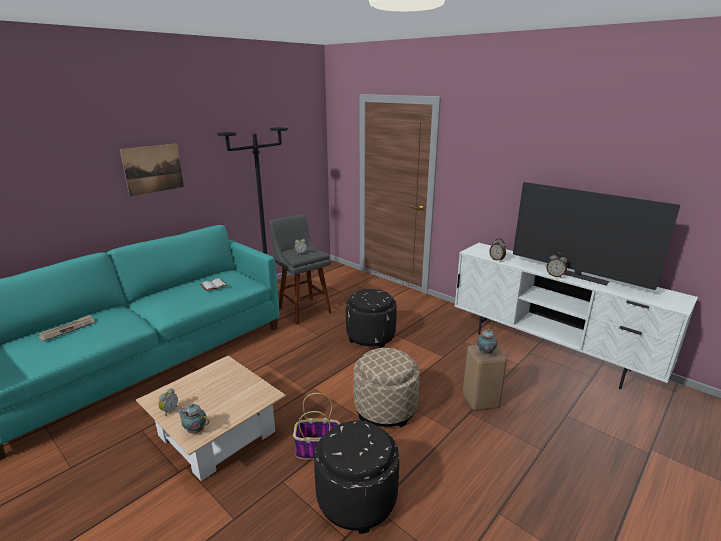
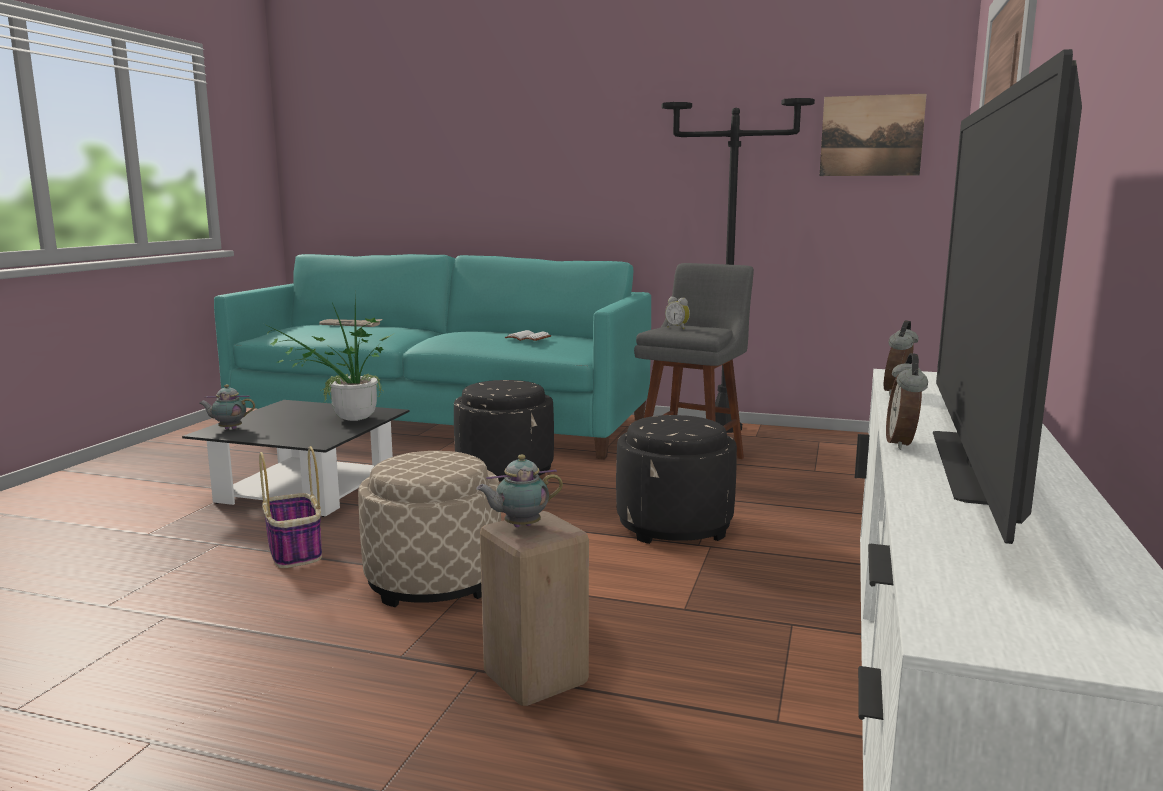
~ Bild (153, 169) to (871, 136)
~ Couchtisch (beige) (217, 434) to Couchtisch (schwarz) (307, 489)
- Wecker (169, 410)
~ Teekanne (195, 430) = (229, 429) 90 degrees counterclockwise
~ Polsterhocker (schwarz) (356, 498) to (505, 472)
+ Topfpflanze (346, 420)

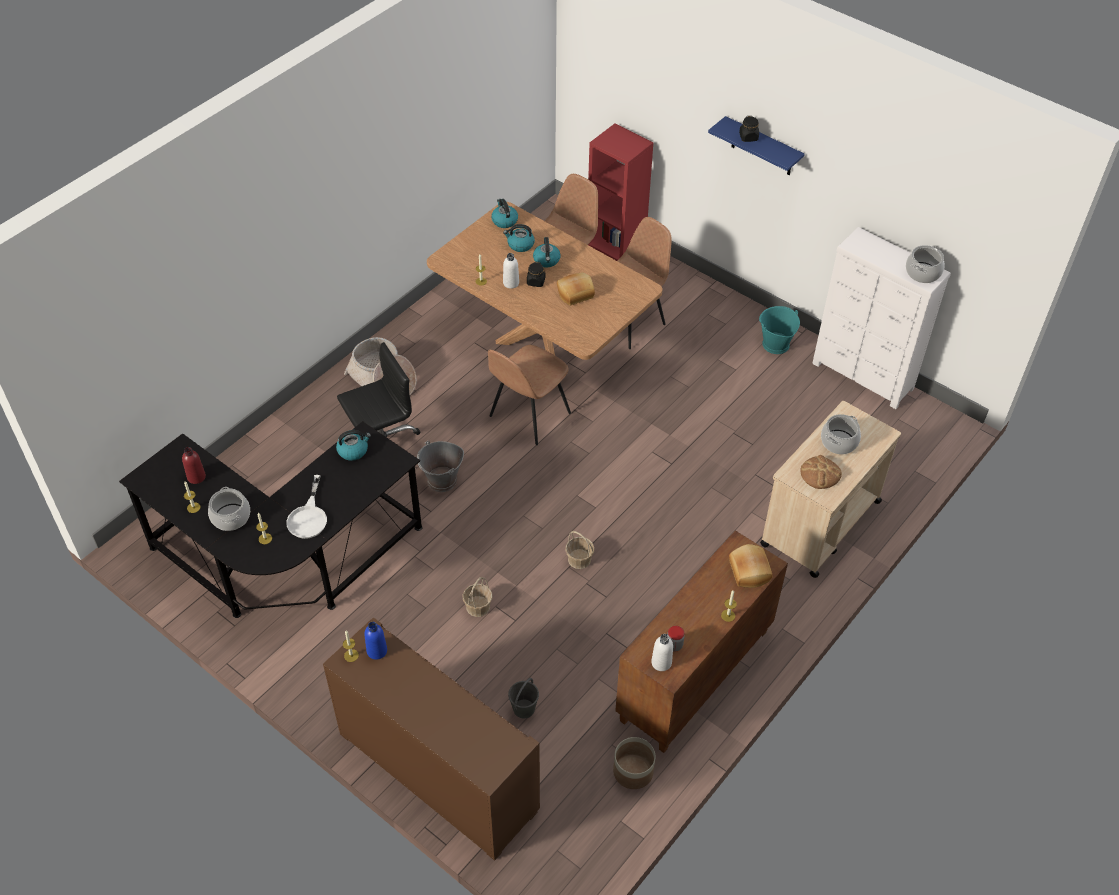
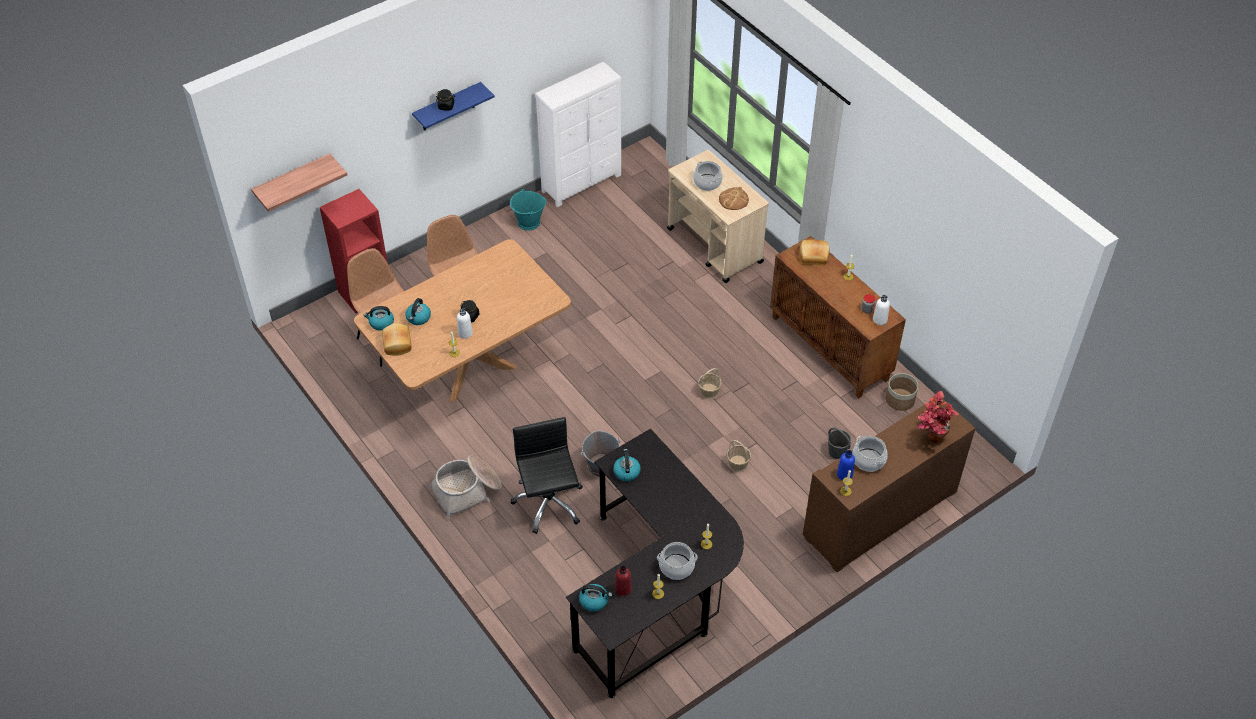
- Pfanne (weiß) (309, 517)
- Stuhl (braun) (528, 416)
~ Wasserkessel (547, 260) to (594, 601)
~ Brot (575, 293) to (396, 344)
~ Kochtopf (923, 273) to (869, 460)
+ Wandregal (293, 181)
+ Topfpflanze (929, 439)

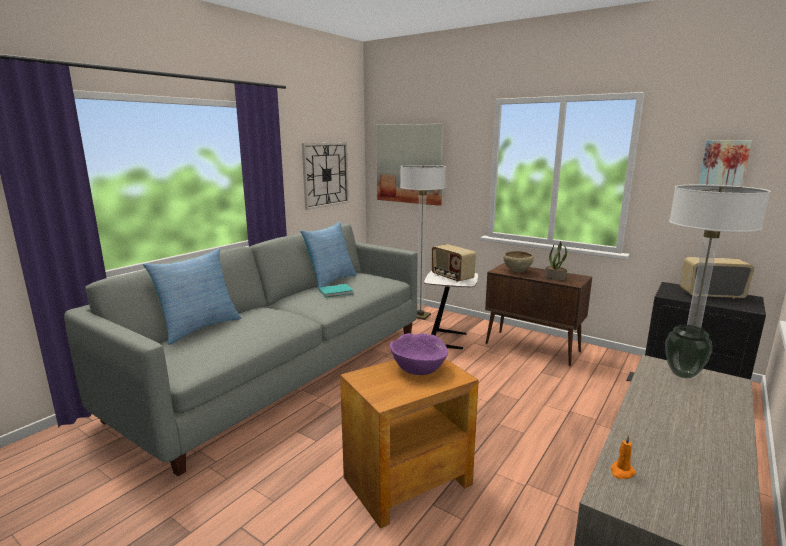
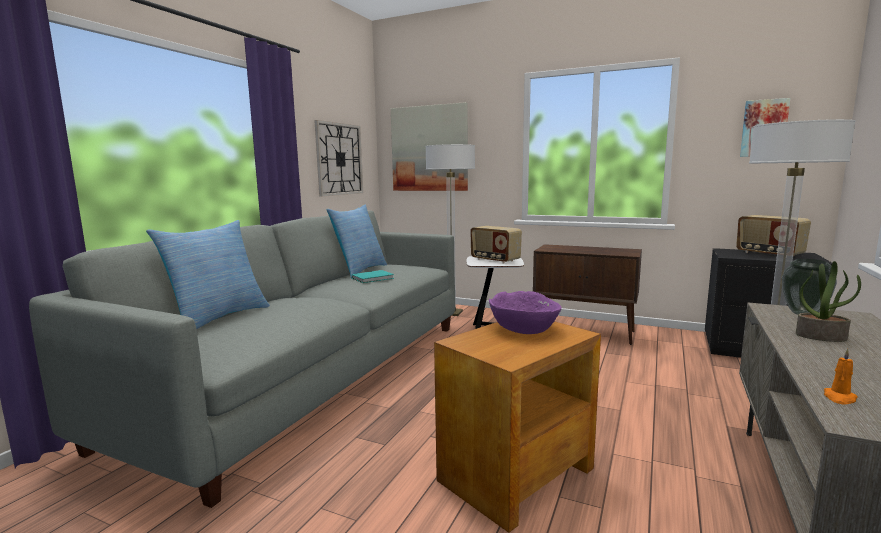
- Schüssel (braun) (517, 271)
~ Topfpflanze (555, 278) to (821, 336)
~ Radio (711, 295) = (768, 254) 120 degrees counterclockwise

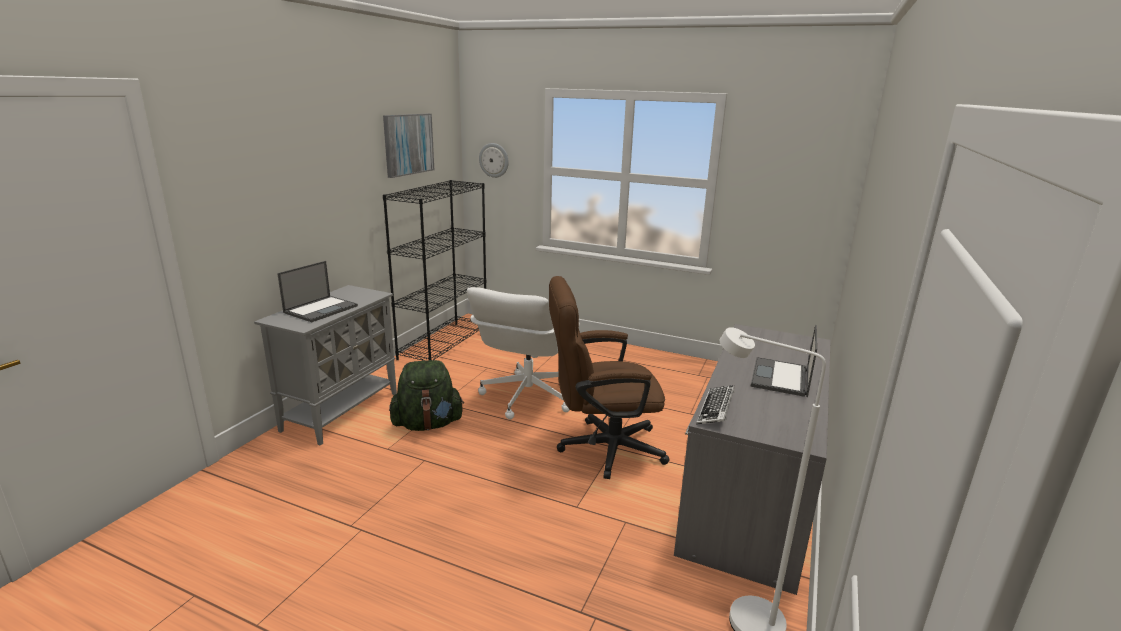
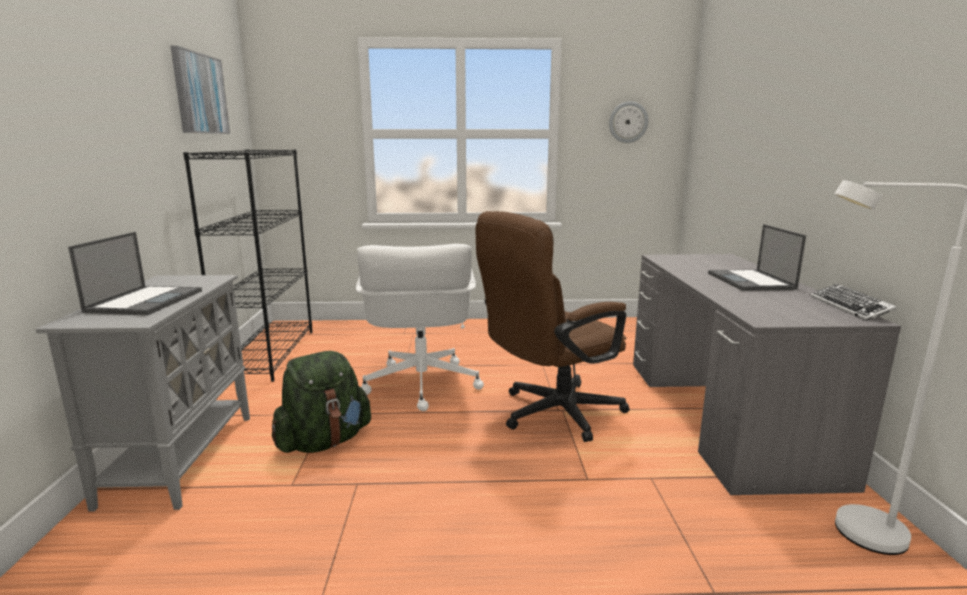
~ Wanduhr (494, 160) to (628, 122)
~ Tastatur (716, 409) to (850, 307)

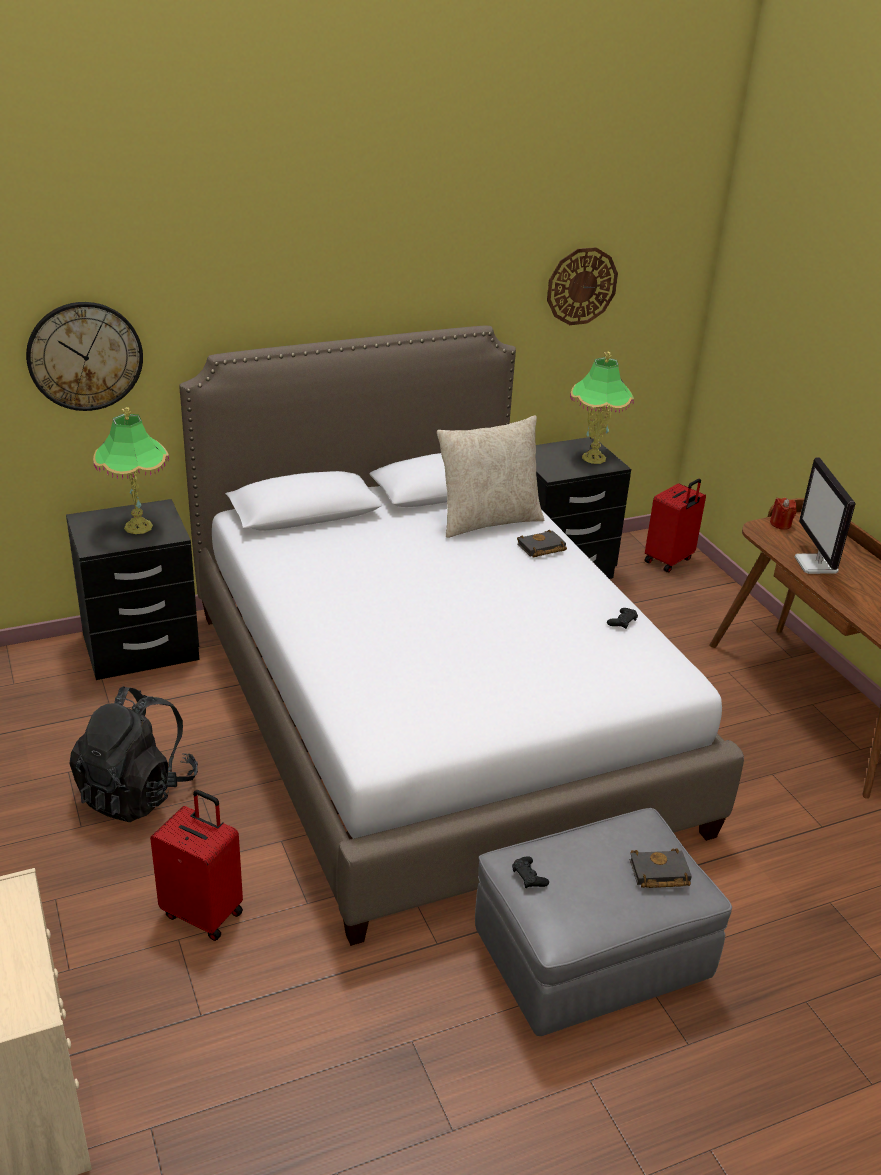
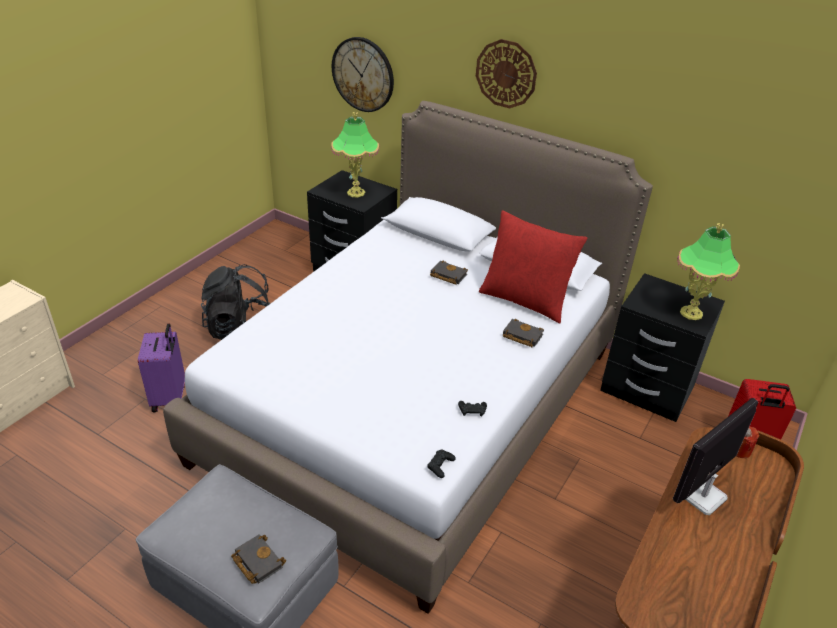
~ Koffer (rot) (204, 912) to Koffer (lila) (170, 397)
~ Kissen (beige) (488, 521) to Kissen (rot) (525, 300)
~ Gamepad (schwarz) (529, 876) to (440, 466)
~ Wanduhr (581, 286) to (506, 74)
+ Buch (schwarz) (447, 275)

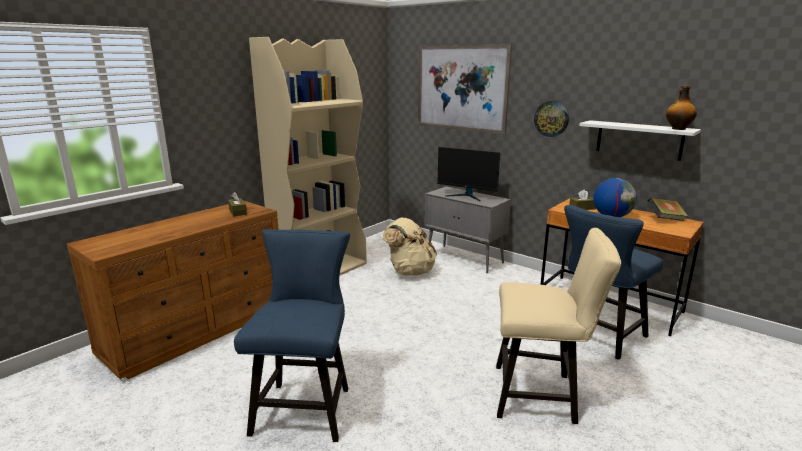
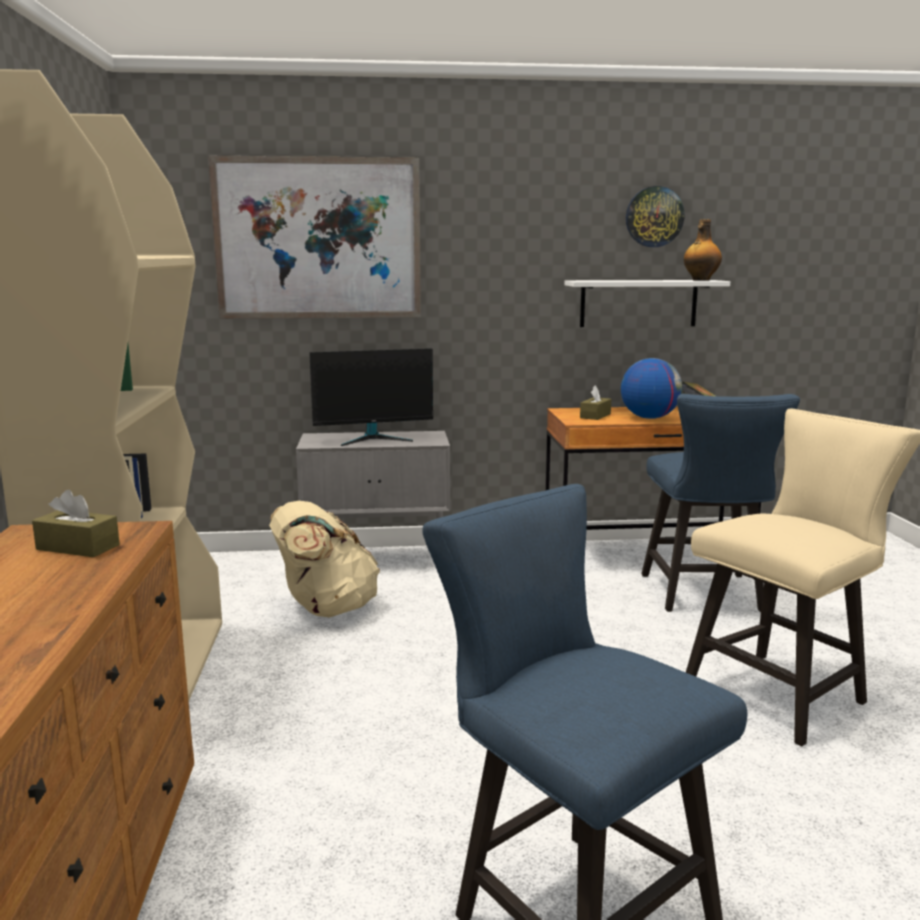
~ Wanduhr (551, 118) to (654, 217)

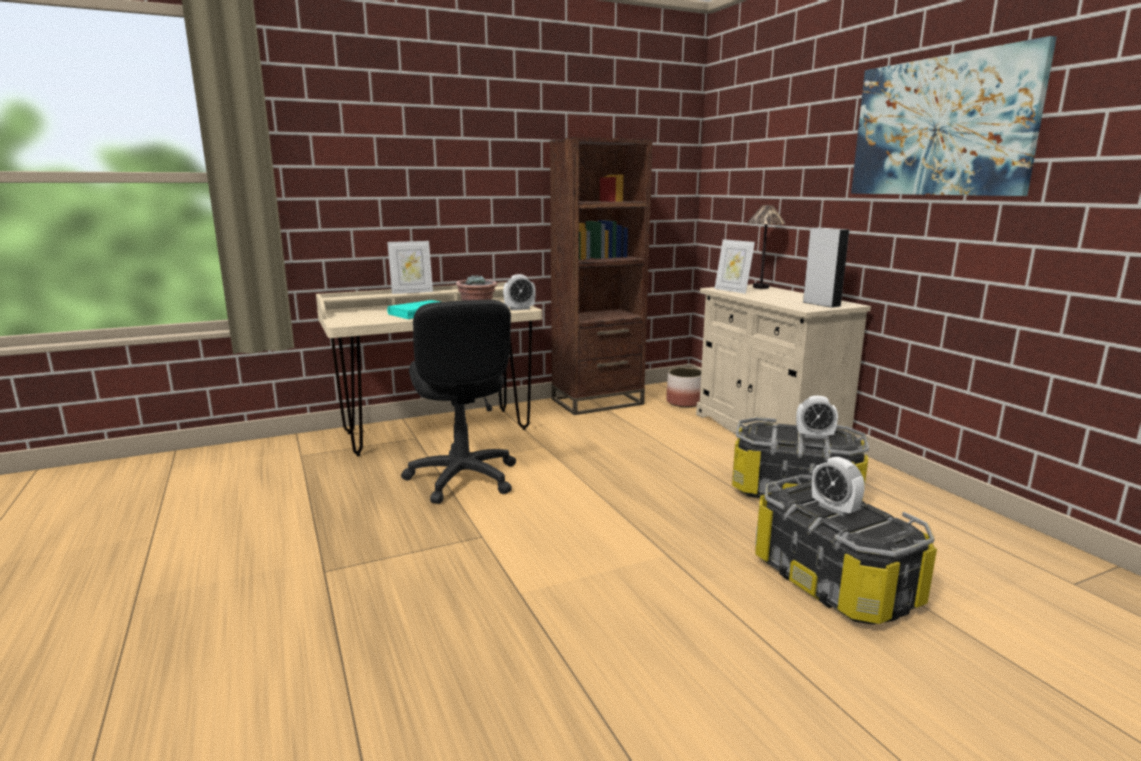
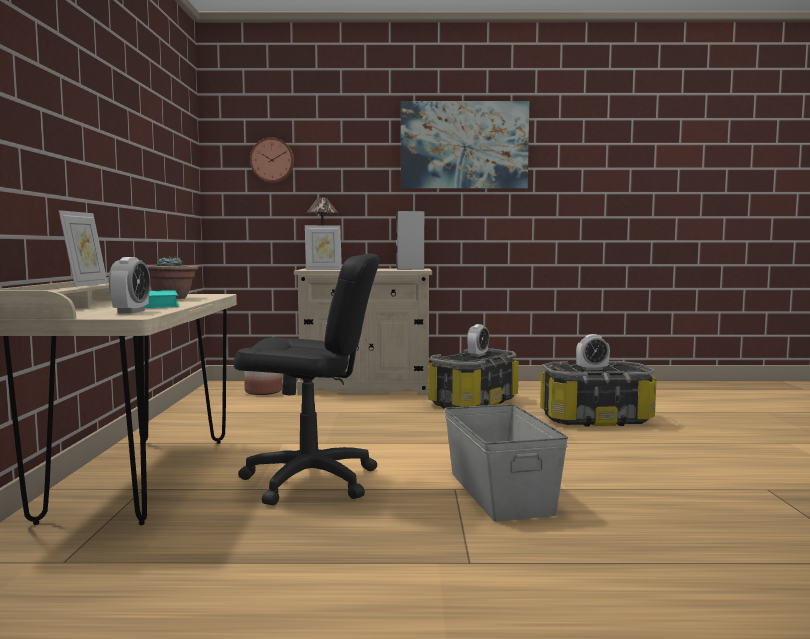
~ Wecker (519, 309) to (131, 312)
- Bücherregal (braun) (597, 402)
+ Wanduhr (272, 160)
+ Aufbewahrungsbox (grau) (500, 492)

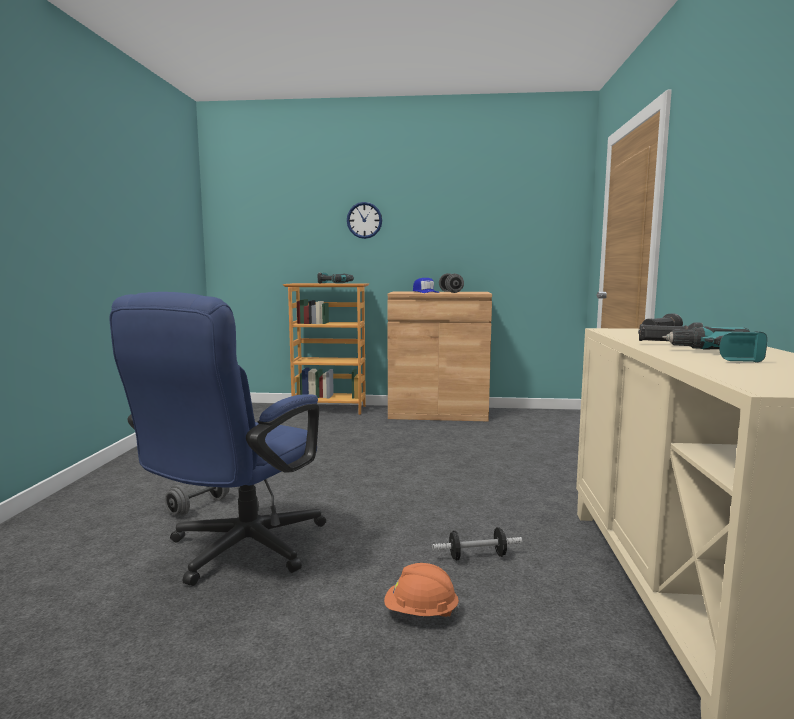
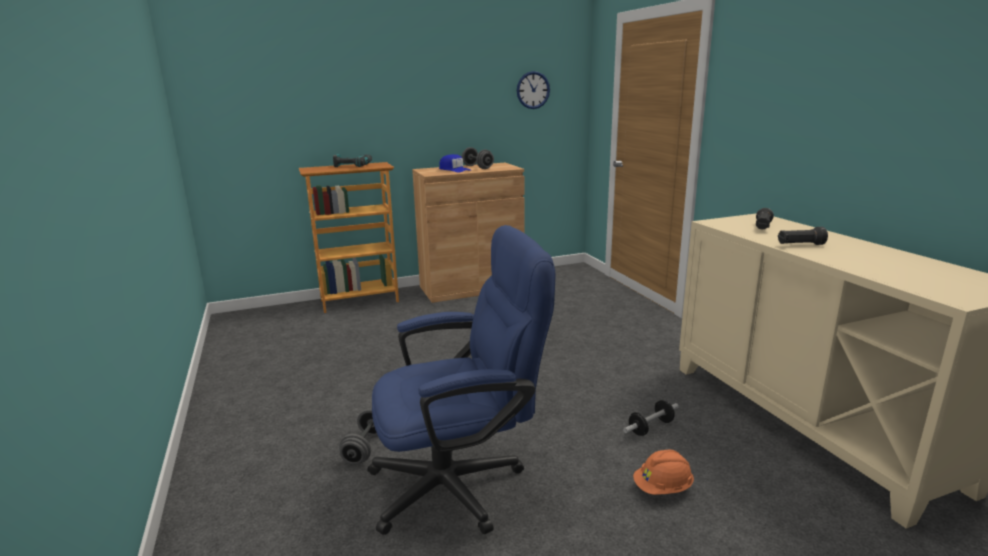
~ Bürostuhl (blau) (236, 552) = (461, 483) 105 degrees counterclockwise
~ Wanduhr (364, 220) to (533, 90)
- Bohrmaschine (716, 355)

